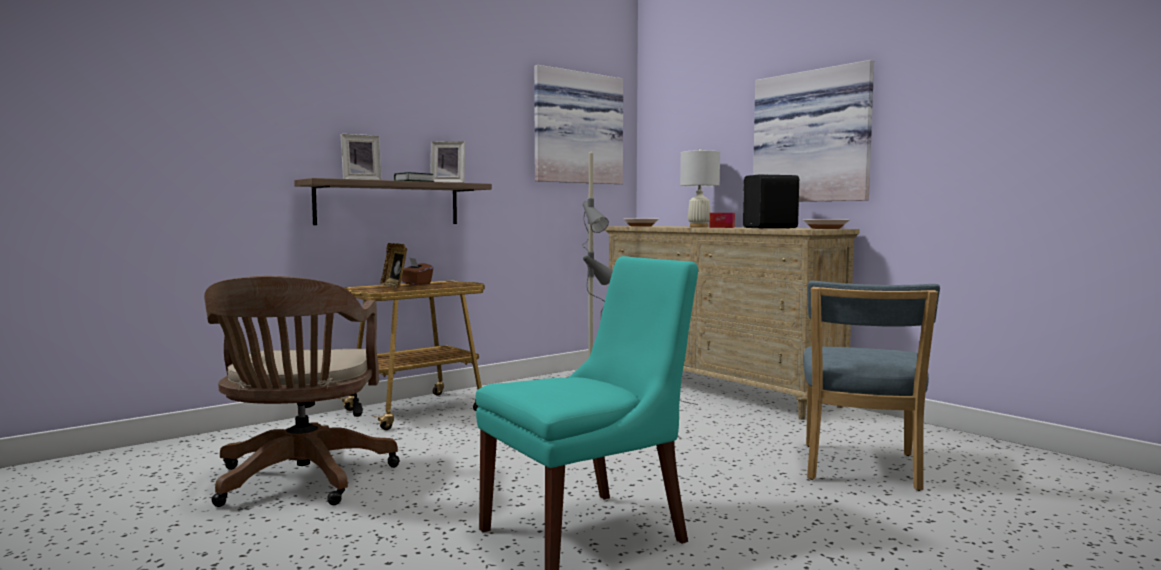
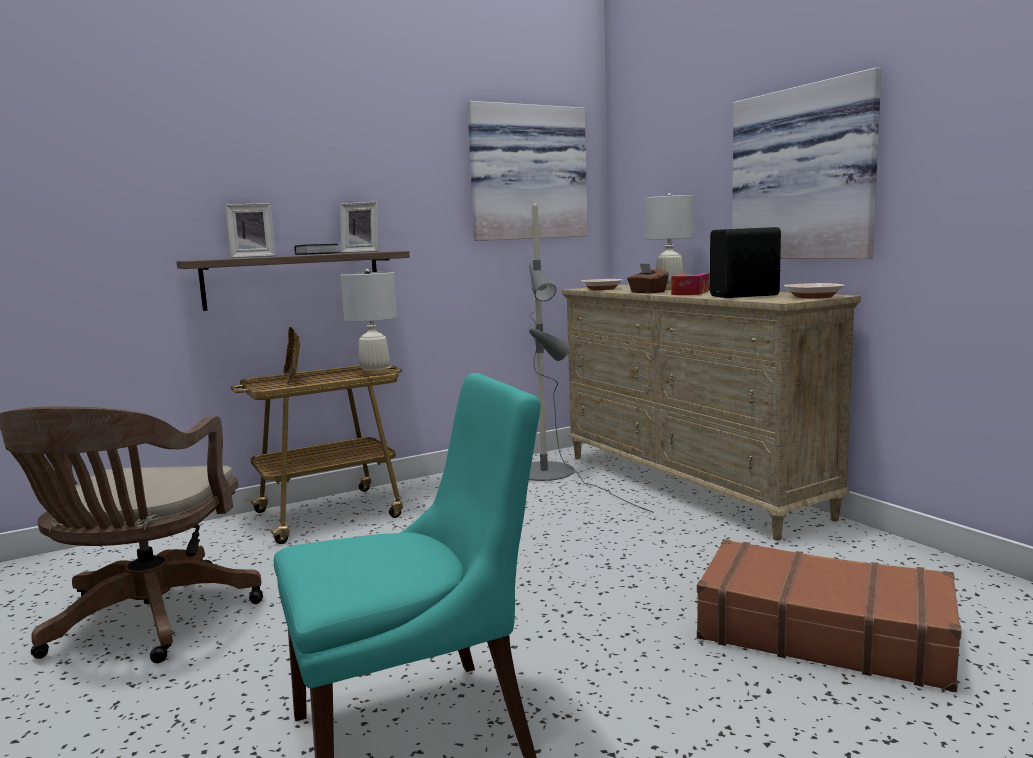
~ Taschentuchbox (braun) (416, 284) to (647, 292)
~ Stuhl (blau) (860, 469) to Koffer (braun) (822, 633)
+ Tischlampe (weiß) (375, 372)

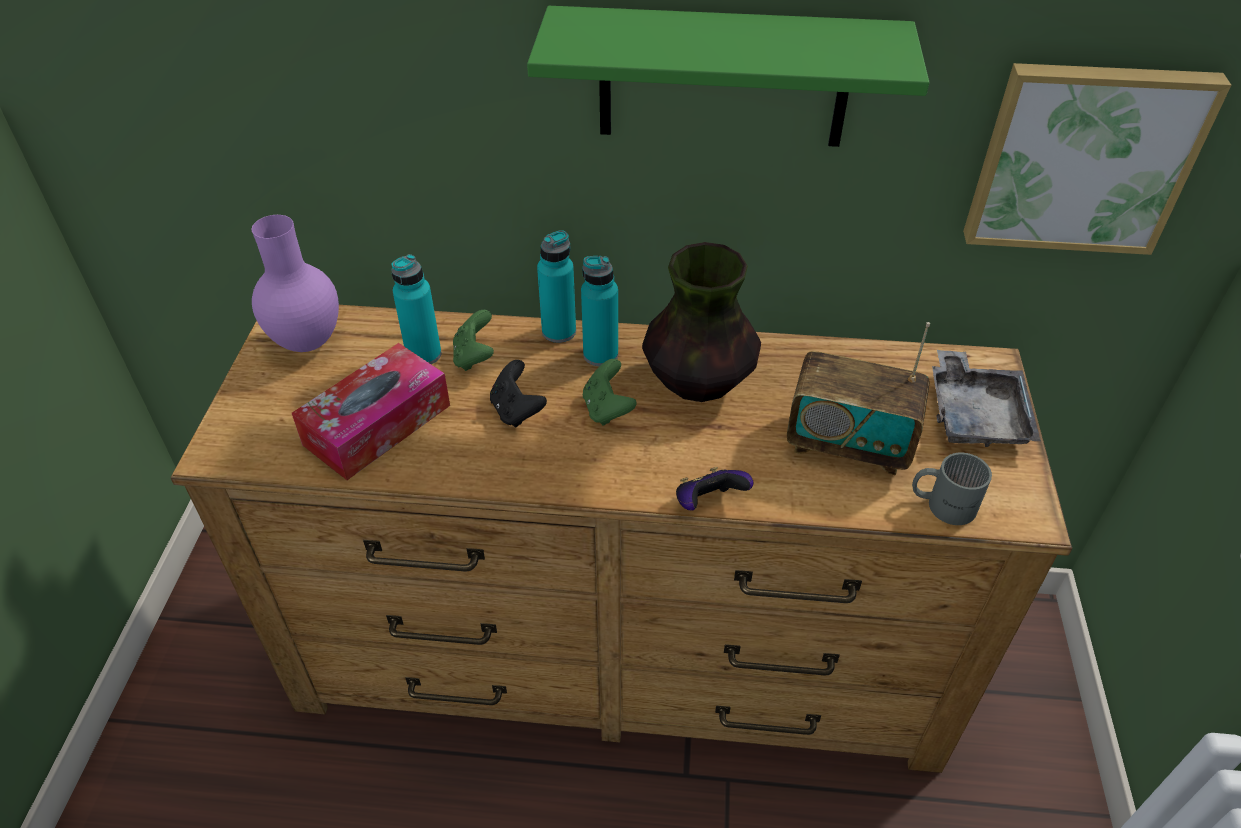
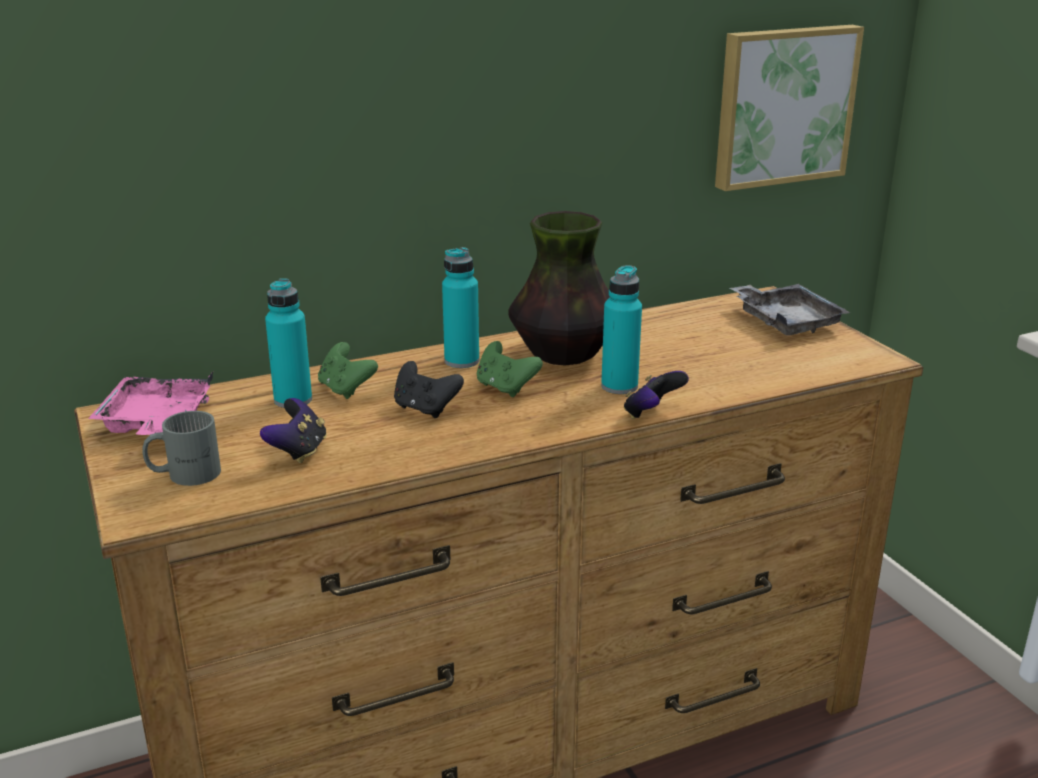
~ Vase (lila) (305, 343) to Tablett (rosa) (156, 423)
~ Taschentuchbox (377, 425) to Gamepad (298, 451)
- Wandregal (grün) (723, 78)
~ Flasche (türkis) (559, 331) to (619, 386)
- Radio (848, 443)
~ Henkelbecher (grau) (942, 503) to (184, 473)

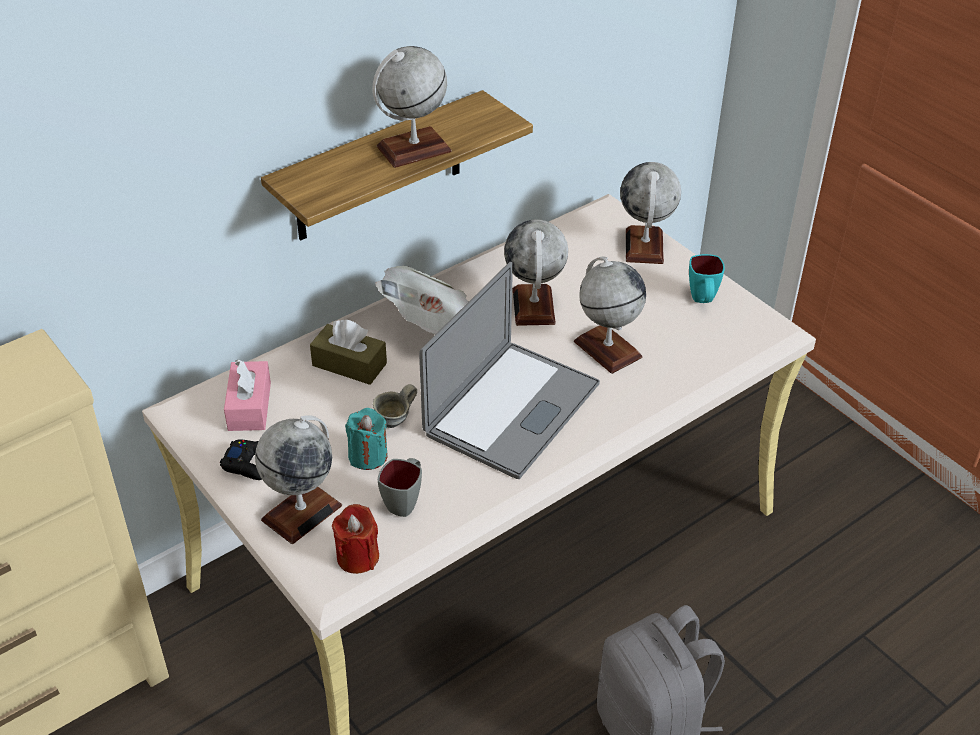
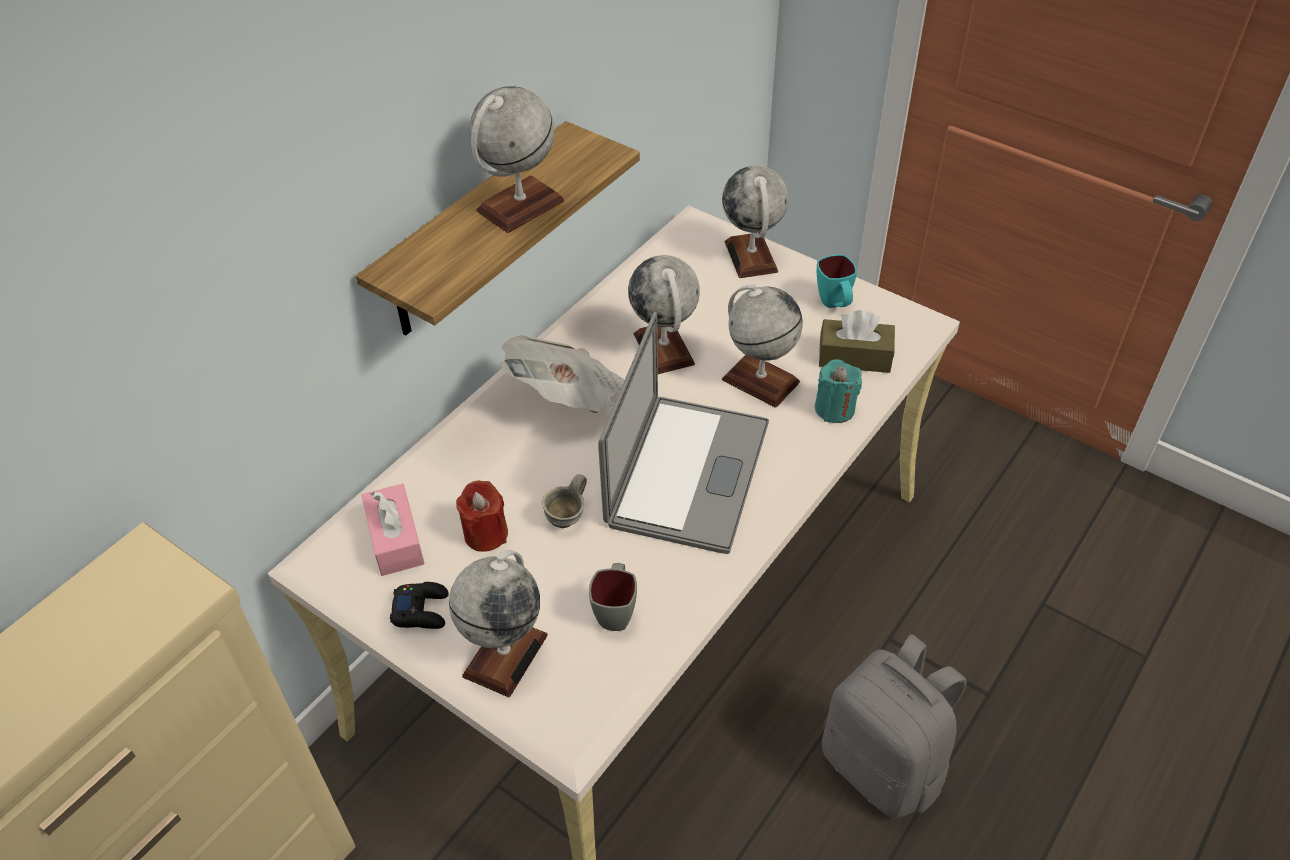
~ Taschentuchbox (braun) (349, 364) to (854, 357)
~ Kerze (rot) (357, 557) to (486, 534)
~ Kerze (türkis) (368, 456) to (834, 409)

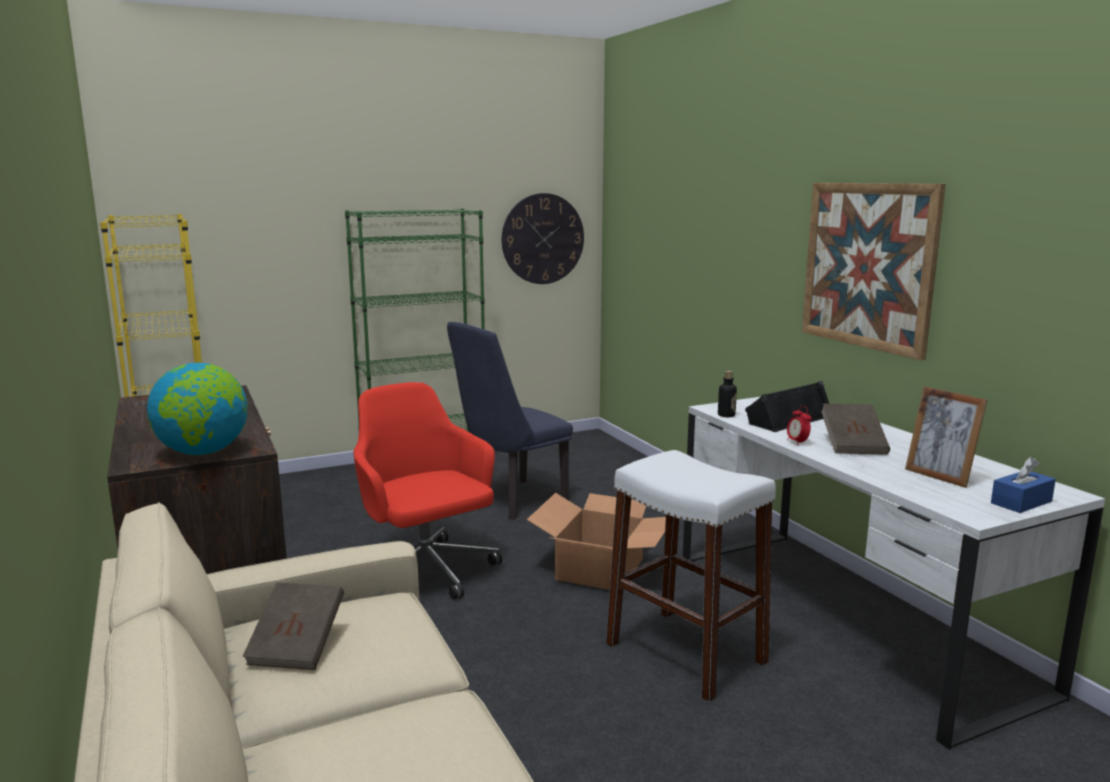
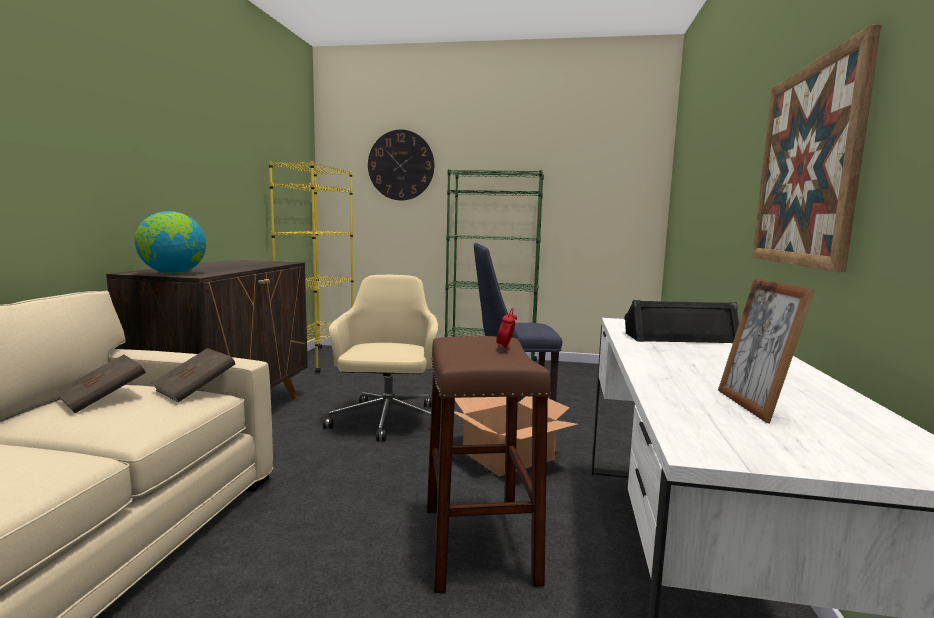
~ Bürostuhl (rot) (426, 574) to Bürostuhl (beige) (387, 421)
~ Wanduhr (543, 239) to (401, 165)
~ Hocker (weiß) (685, 653) to Hocker (braun) (478, 543)
- Flasche (726, 415)
~ Wecker (797, 442) to (505, 348)
~ Buch (braun) (853, 445) to (195, 390)
- Taschentuchbox (blau) (1021, 502)

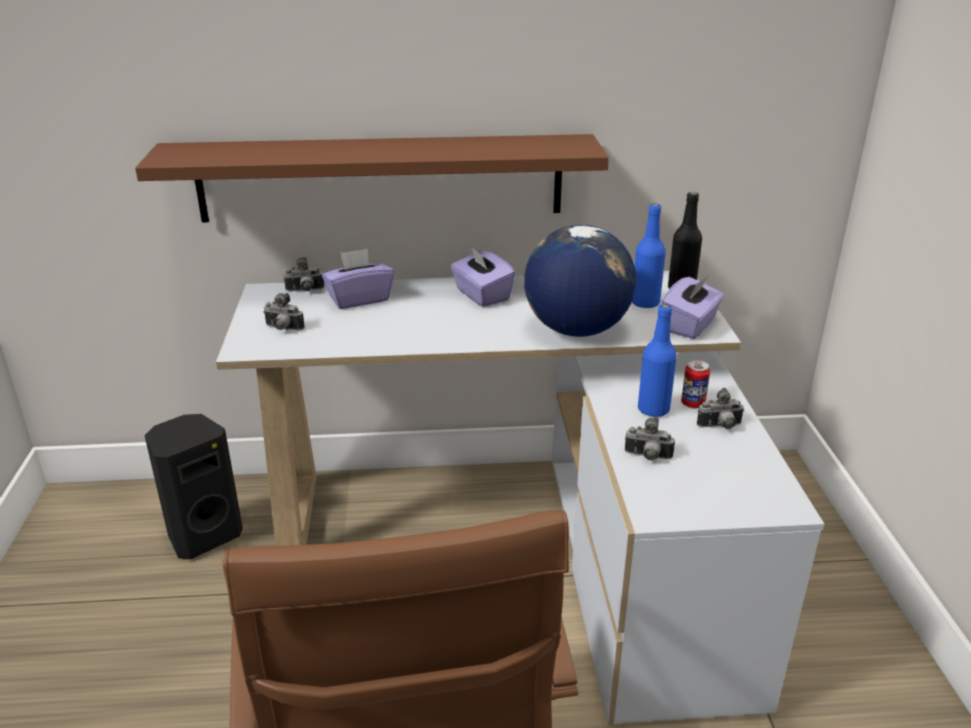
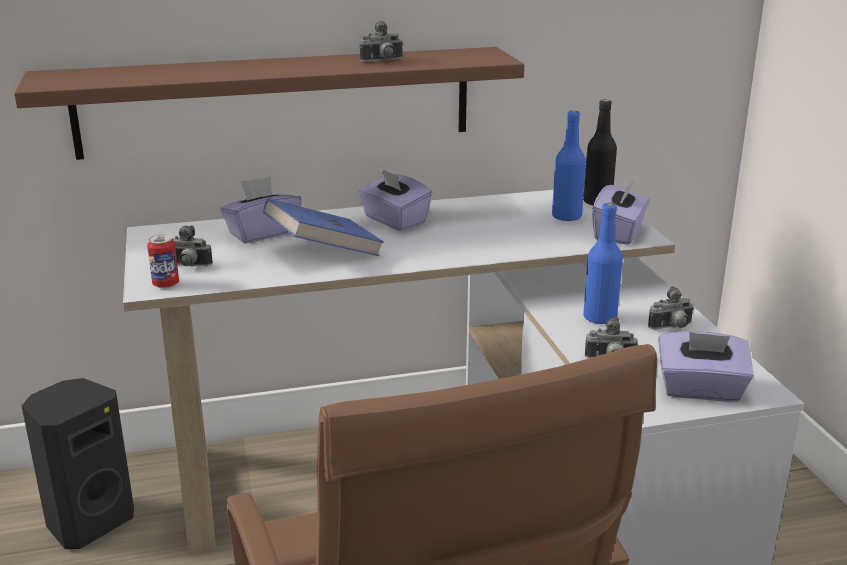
~ Kamera (305, 291) to (383, 61)
- Globus (576, 330)
~ Dose (692, 404) to (166, 284)
+ Buch (blau) (324, 252)
+ Taschentuchbox (lila) (700, 390)

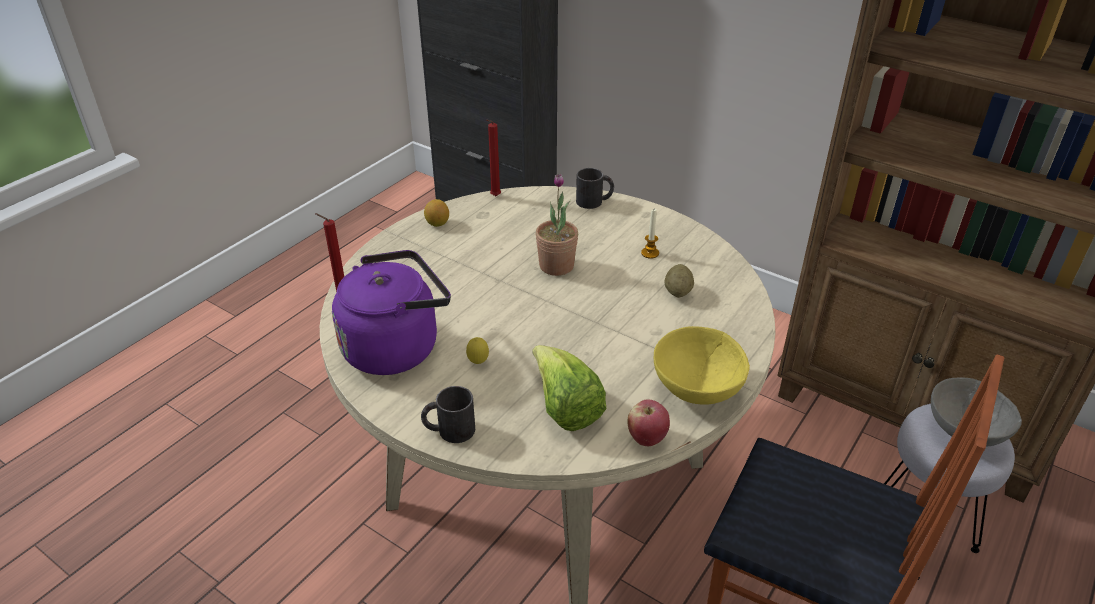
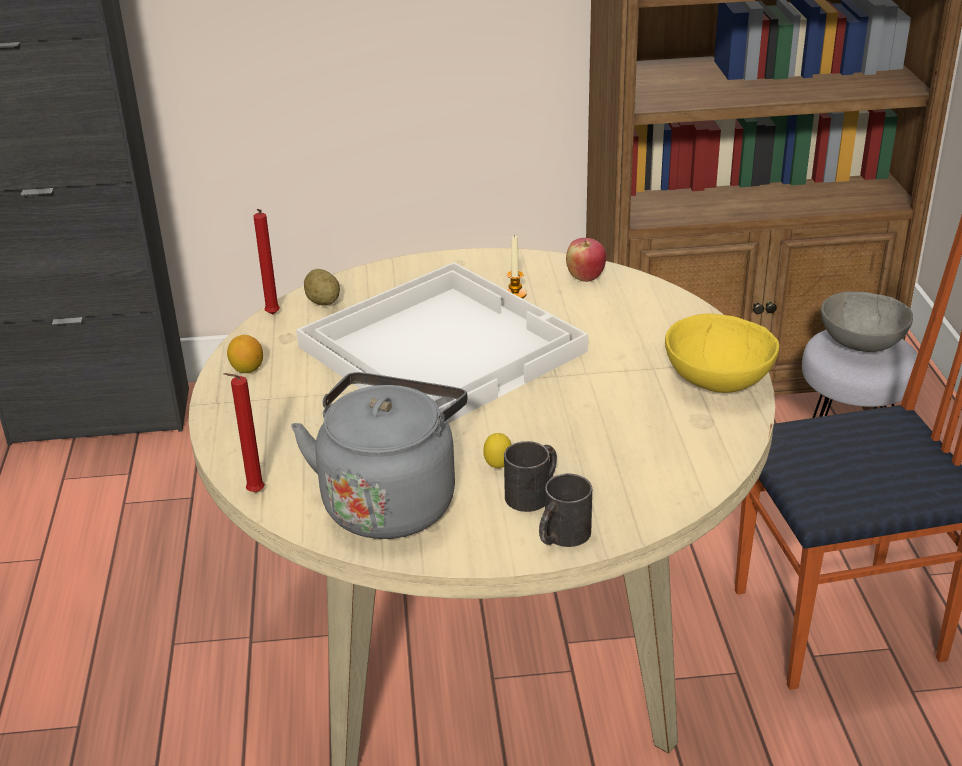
~ Wasserkessel (lila) (396, 347) to Wasserkessel (grau) (391, 500)
- Salatkopf (565, 408)
~ Topfpflanze (556, 266) to Tablett (weiß) (442, 347)
~ Henkelbecher (schwarz) (594, 201) to (533, 493)
~ Apfel (646, 438) to (585, 277)
~ Kartoffel (678, 292) to (323, 302)

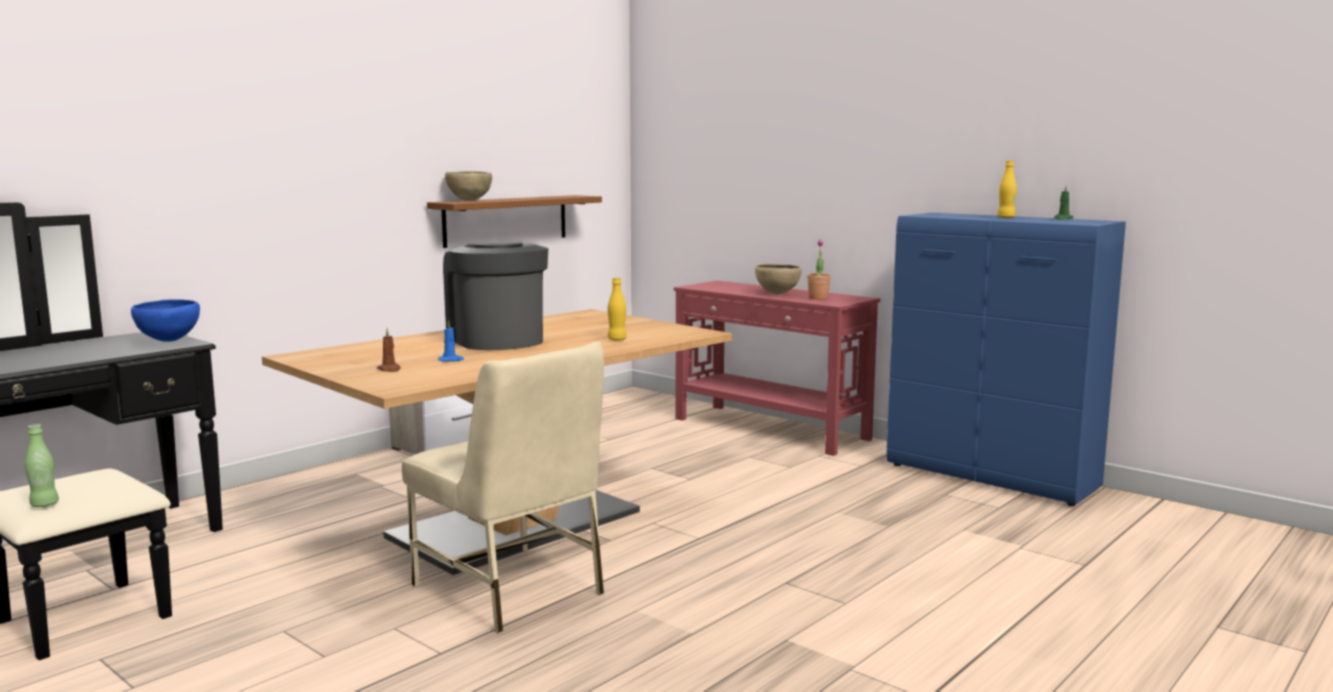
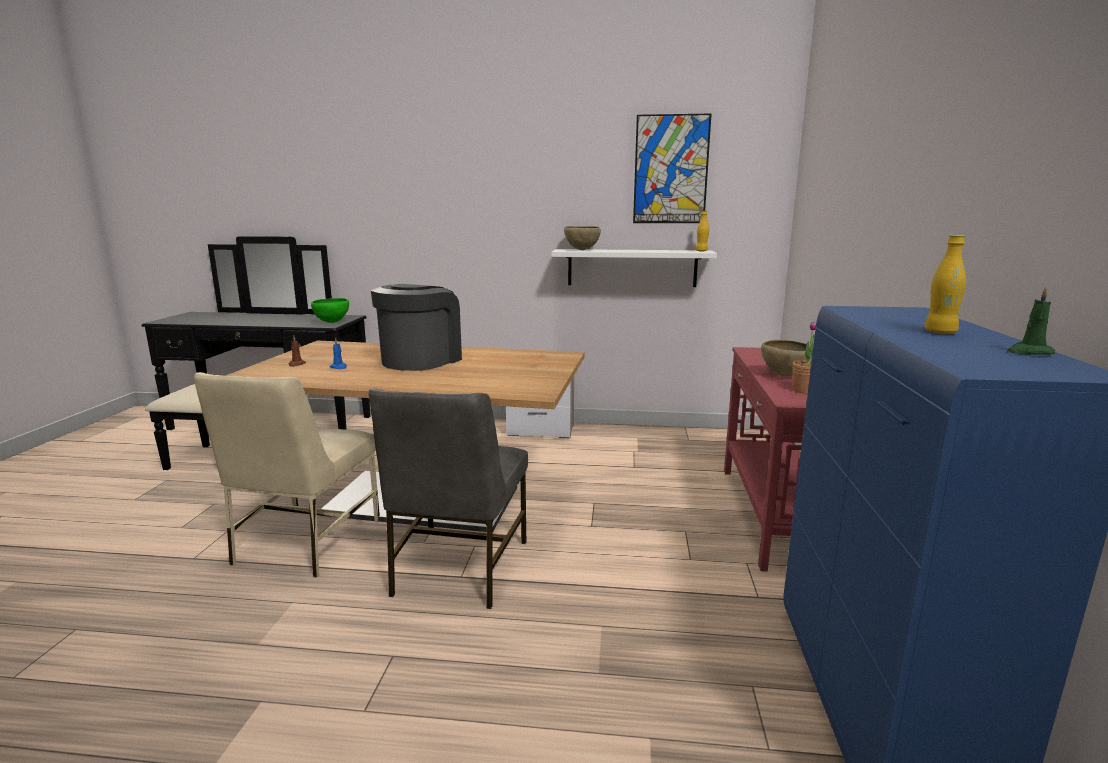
- Flasche (grün) (44, 504)
~ Schüssel (blau) (168, 341) to Schüssel (grün) (332, 322)
~ Wandregal (braun) (506, 220) to Wandregal (weiß) (632, 268)
~ Flasche (gelb) (617, 339) to (701, 251)
+ Stuhl (grau) (458, 568)
+ Bild (671, 170)

